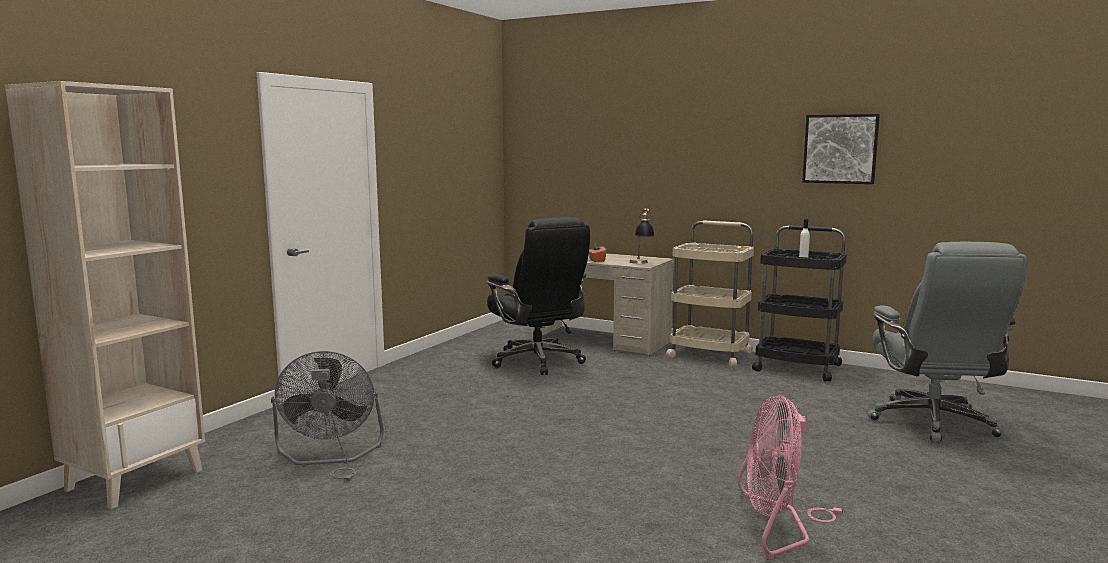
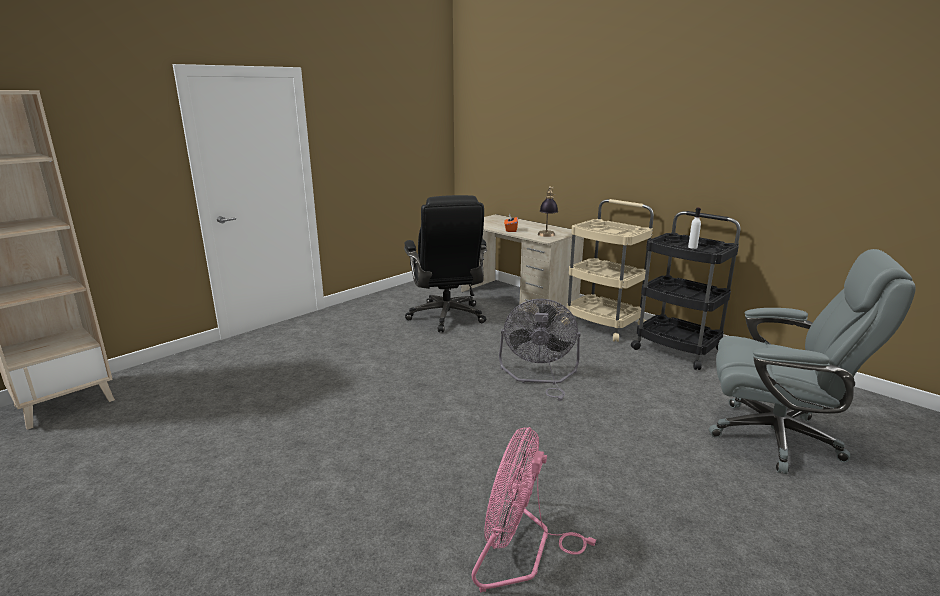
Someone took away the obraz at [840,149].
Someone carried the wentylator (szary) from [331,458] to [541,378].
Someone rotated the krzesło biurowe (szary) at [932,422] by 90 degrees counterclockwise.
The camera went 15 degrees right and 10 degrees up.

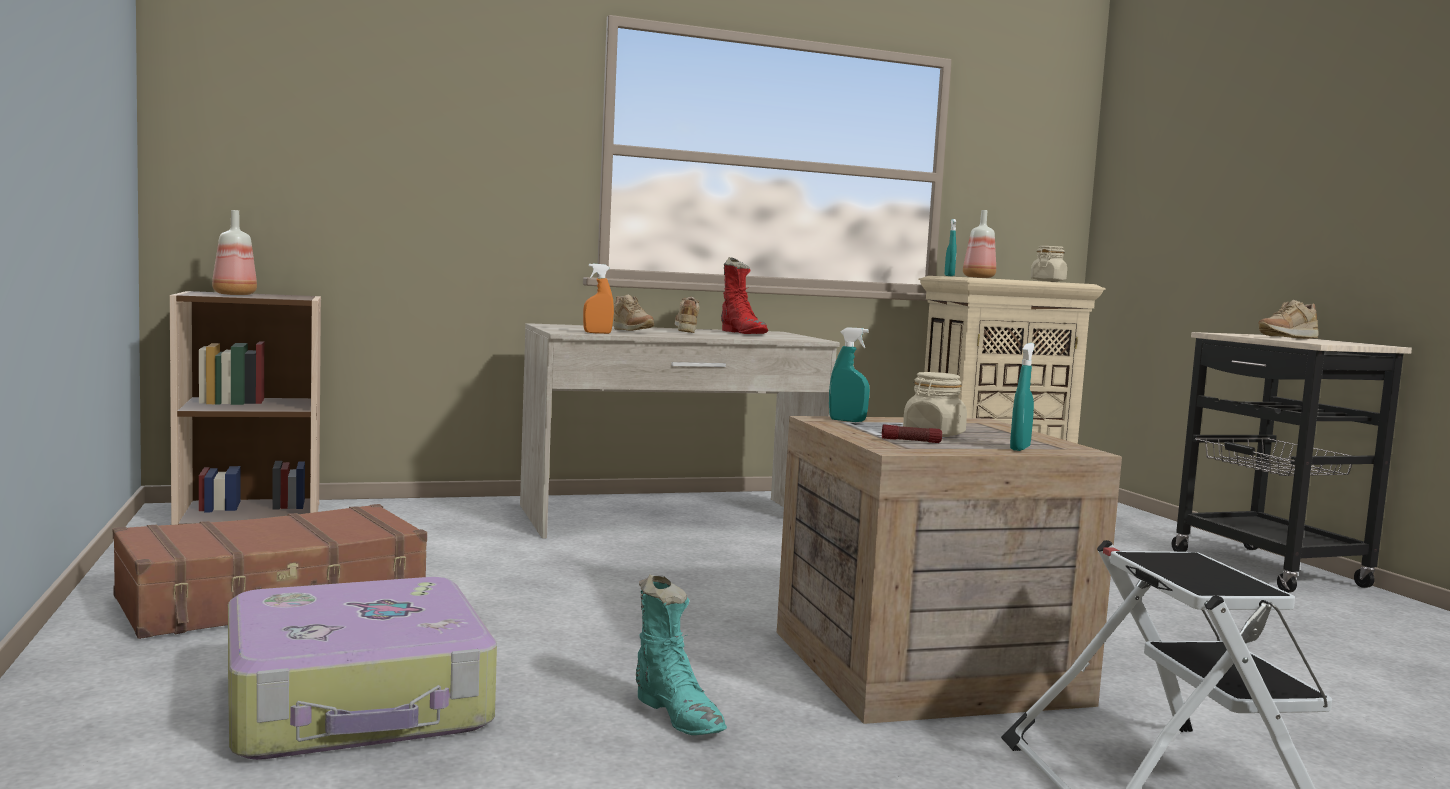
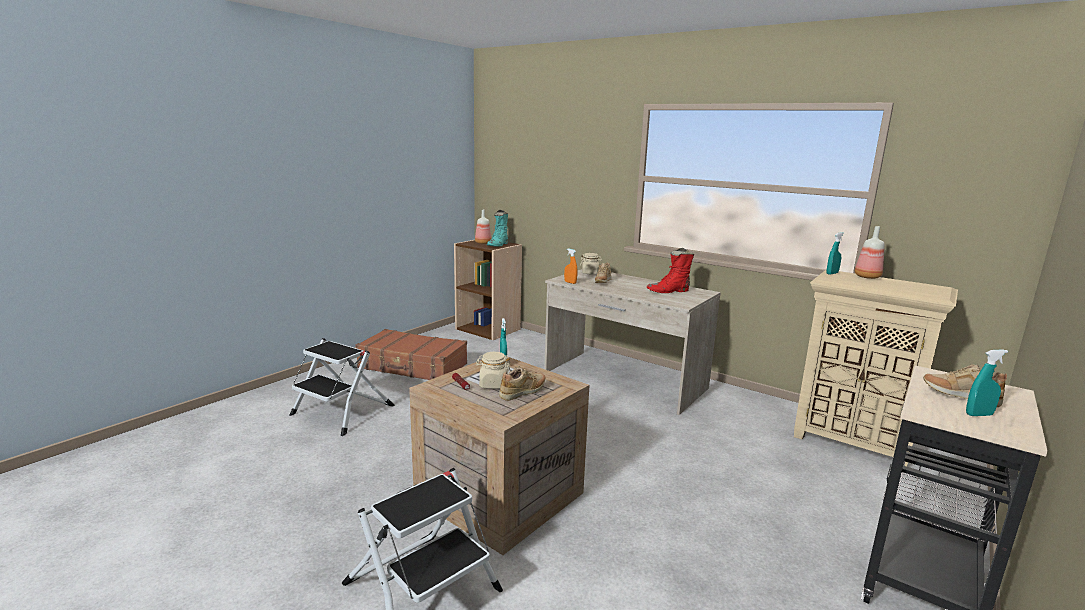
Someone carried the but z cholewką (turkusowy) from [678,716] to [498,245].
Someone carried the but (beżowy) from [686,331] to [523,393].
Someone carried the spryskiwacz (turkusowy) from [1020,448] to [979,414].
Someone carried the słoik (beżowy) from [1048,281] to [590,273].
Someone swapped the walizka at [359,702] for the drabinka at [343,411].
Someone rotated the but z cholewką (czerwony) at [743,333] by 45 degrees clockwise.
The camera went 55 degrees right and 10 degrees up.

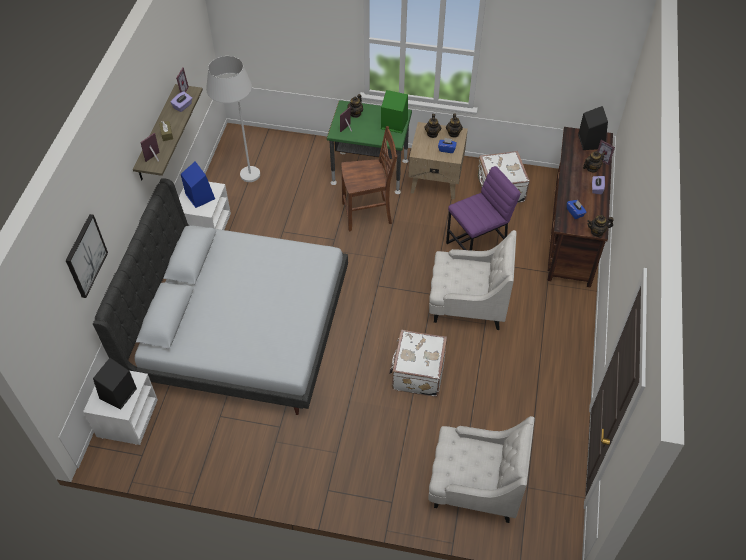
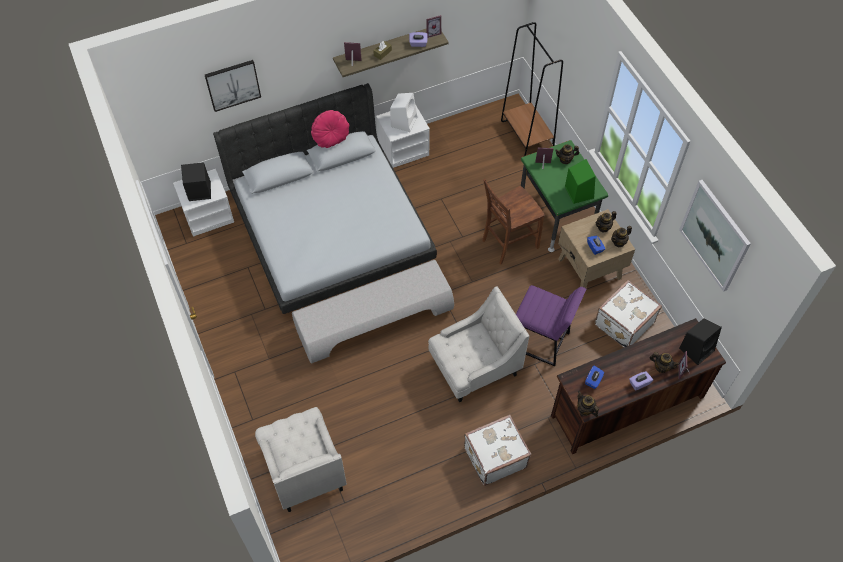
Someone took away the lampa stojąca (biały) at [242,169].
Someone put down the ławka (szary) at [374,319].
Someone put down the poduszka (różowy) at [331,140].
Someone put down the wieszak at [527,135].
Someone put up the obraz at [714,235].
Someone carried the walizka (biały) from [417,373] to [494,456].
Someone repainted the głośnik (niebieski) at [199,196], which became the głośnik (biały) at [404,121].
Someone rotated the krzesło (brązowy) at [368,214] by 105 degrees clockwise.
Someone rotated the fotel (biały) at [467,304] by 90 degrees counterclockwise.
The camera went 55 degrees right and 5 degrees up.

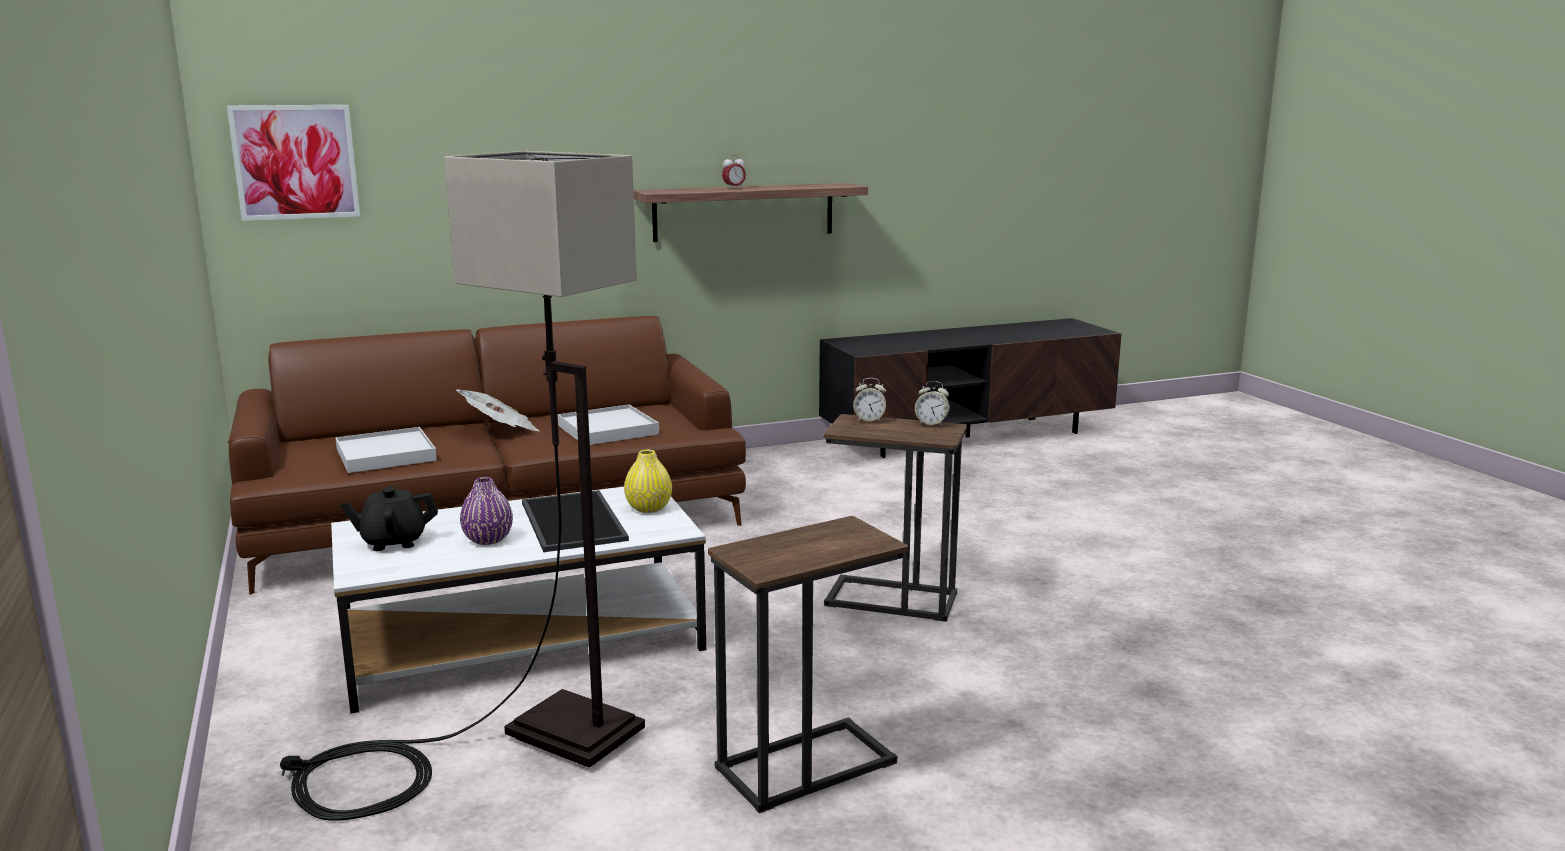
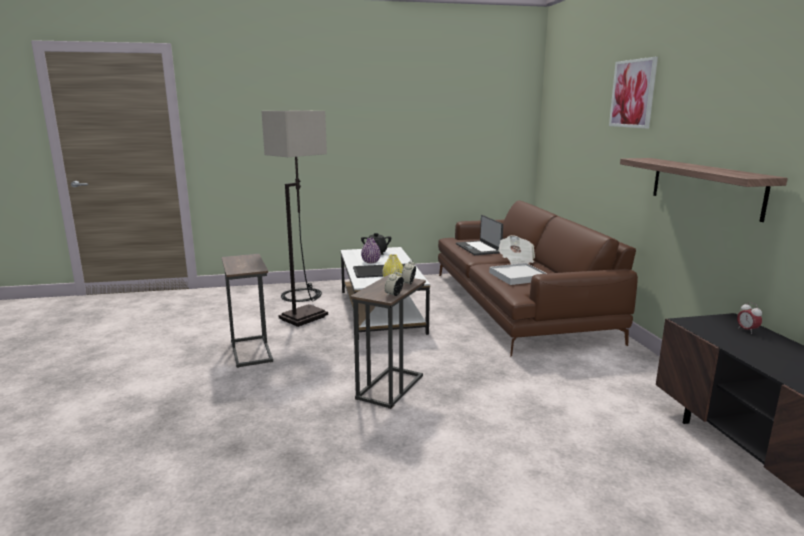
Someone carried the obraz from [295,162] to [633,93].
Someone carried the budzik from [734,188] to [747,330].
Someone swapped the taca (biały) at [386,455] for the laptop at [478,248].
The camera went 100 degrees right and 0 degrees up.

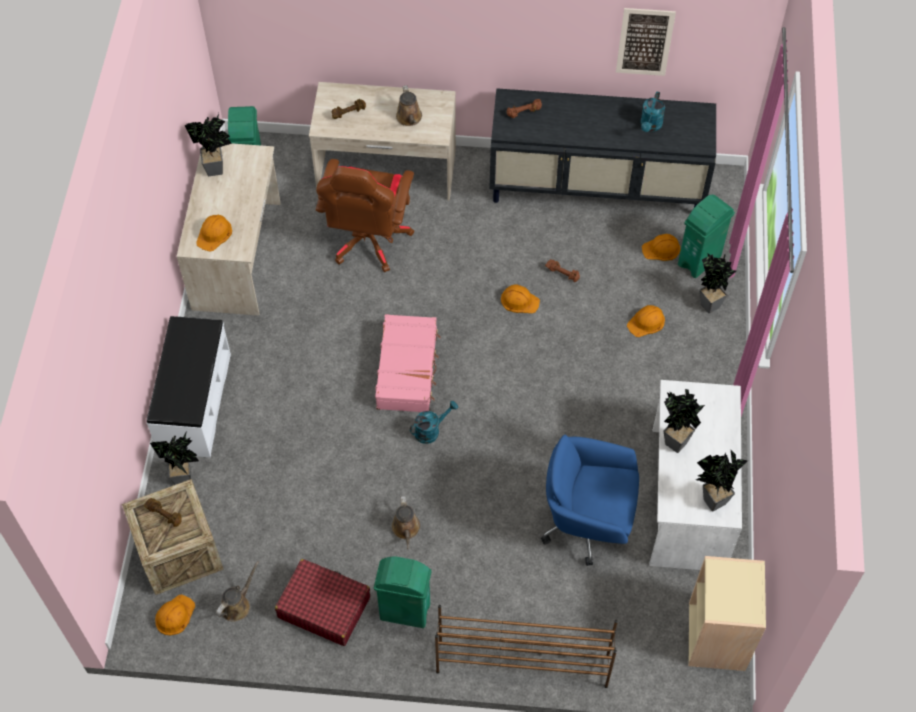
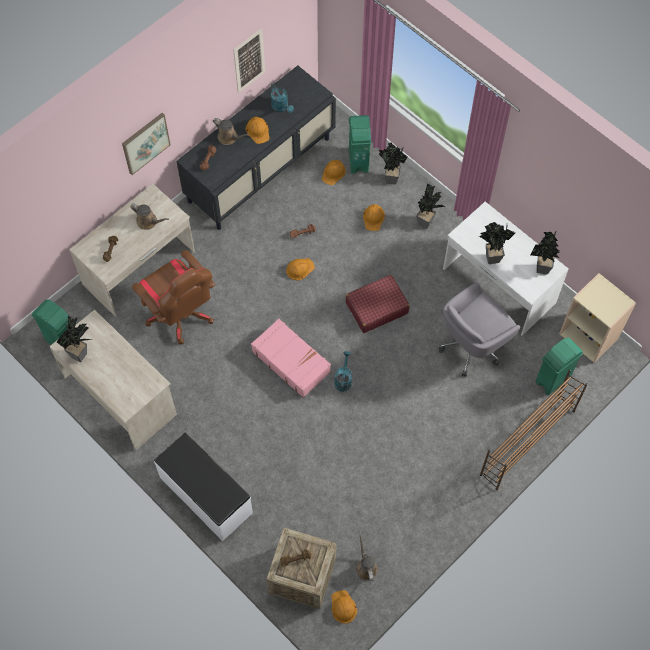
Someone put up the obraz at [145,143].
Someone carried the roślina doniczkowa from [186,479] to [427,222].
Someone carried the kask (pomarańczowy) from [214,234] to [258,131].
Someone carried the walizka (czerwony) from [324,607] to [376,308].
Someone carried the kosz na śmieci (zielony) from [404,611] to [552,380].
Someone carried the konewka (brązowy) from [406,529] to [229,137].
Someone repainted the krzesło biurowe (niebieski) at [586,526], which became the krzesło biurowe (szary) at [472,347].
The camera went 50 degrees left and 5 degrees up.

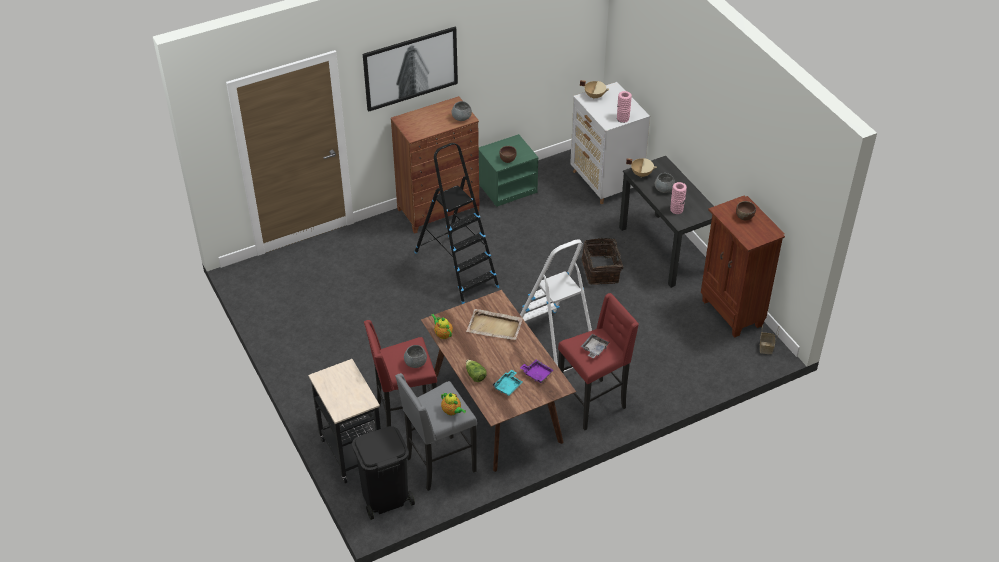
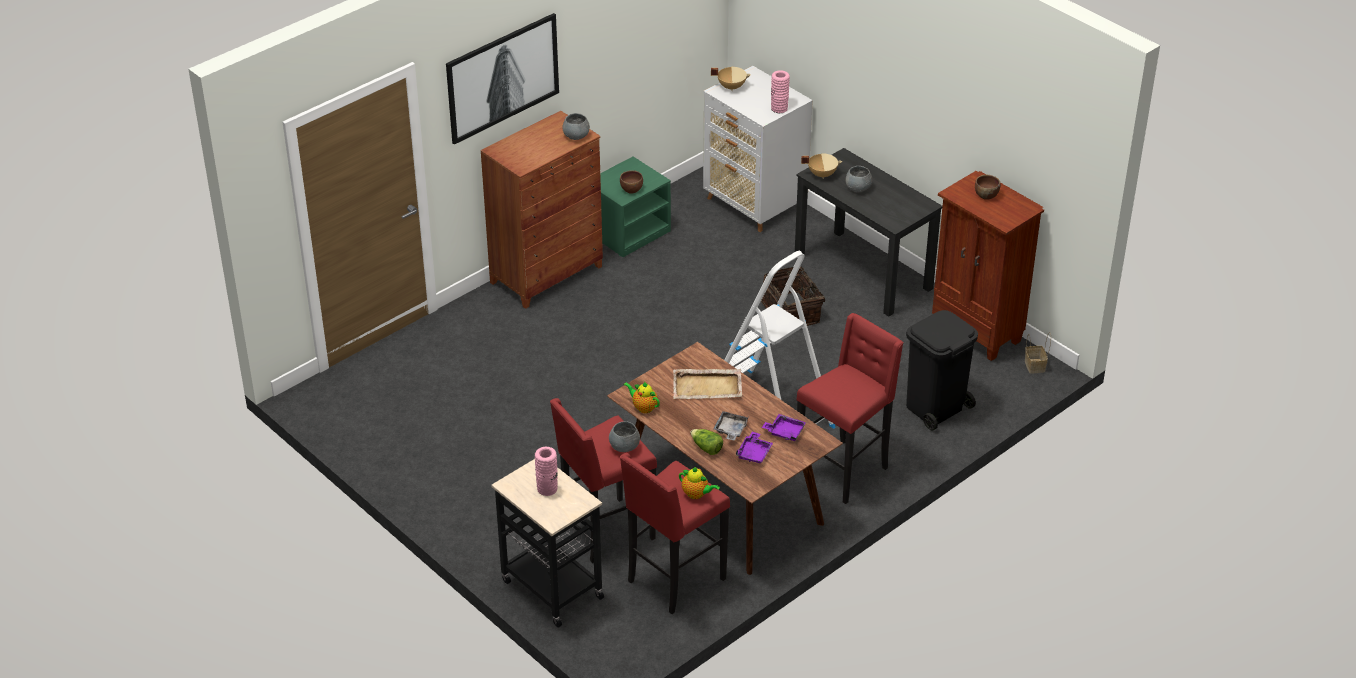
Someone took away the drabinka (czarny) at [456,269].
Someone carried the kosz na śmieci (czarny) from [385,498] to [935,407].
Someone carried the taca (szary) from [594,349] to [730,430].
Someone carried the wazon (różowy) from [676,209] to [547,488].
Someone repainted the stołek (szary) at [439,465], which became the stołek (czerwony) at [674,581].
Someone repainted the taca (turkusowy) at [508,386], which became the taca (fioletowy) at [754,453].
The camera went 15 degrees left and 5 degrees down.

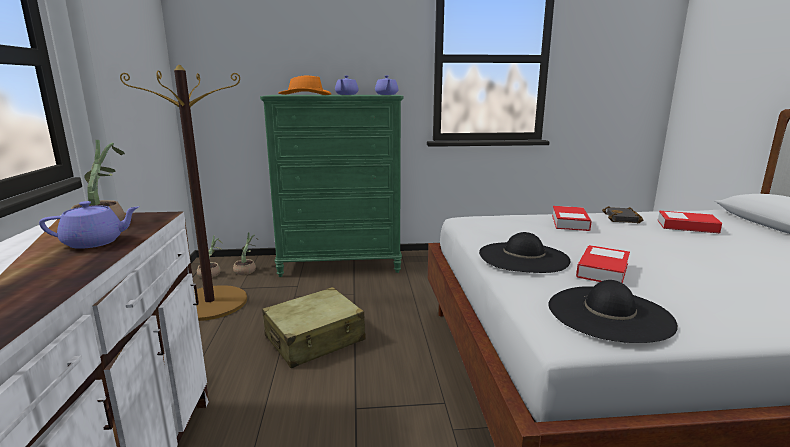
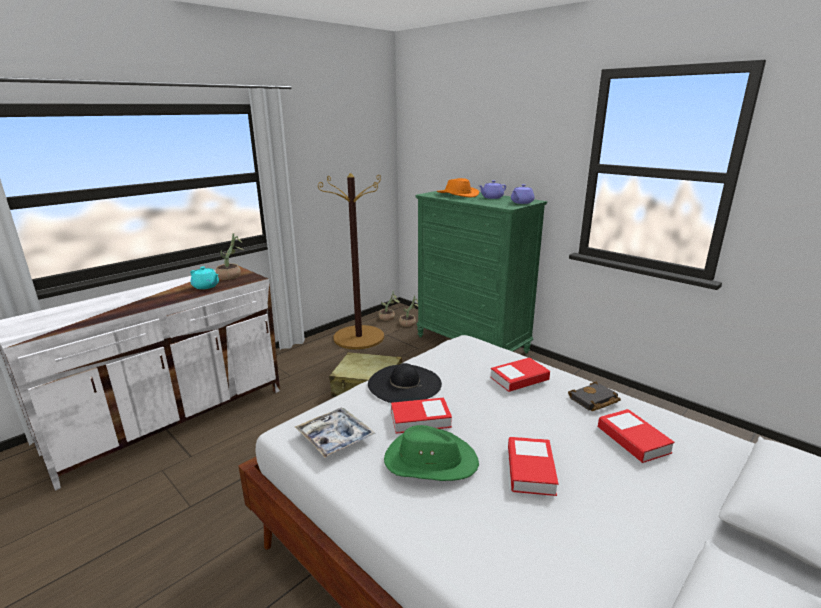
Someone put down the kapelusz (zielony) at [430,461].
Someone put down the książka at [530,470].
Someone swapped the kapelusz (czarny) at [609,313] for the taca at [335,437].
Someone repainted the imbryk (fioletowy) at [95,242], which became the imbryk (turkusowy) at [206,286].
The camera went 50 degrees right and 5 degrees up.

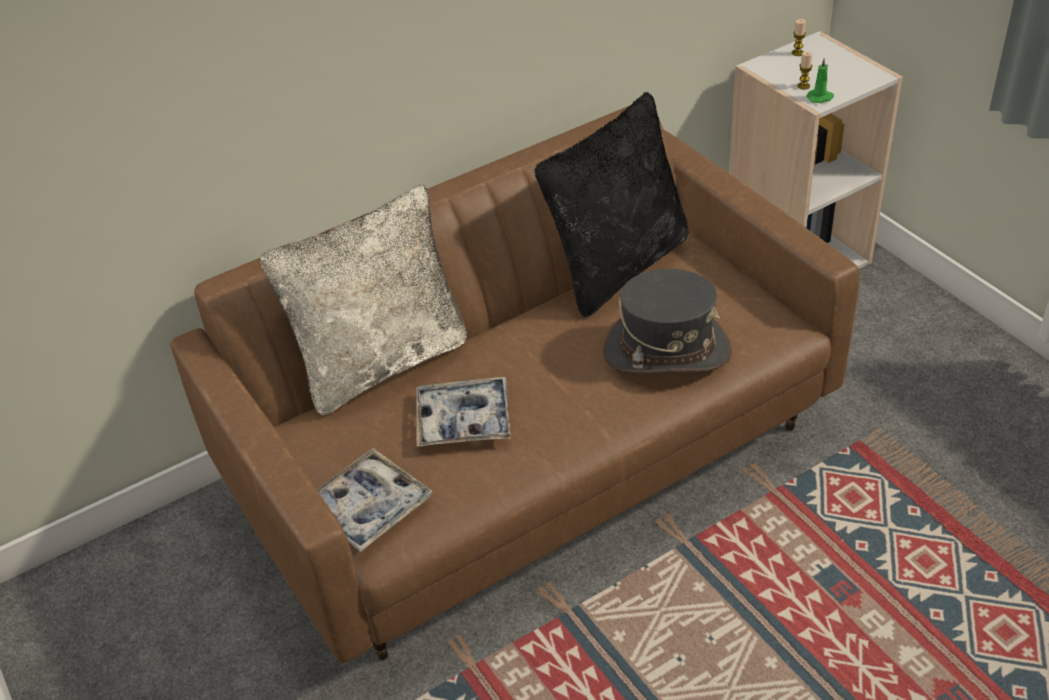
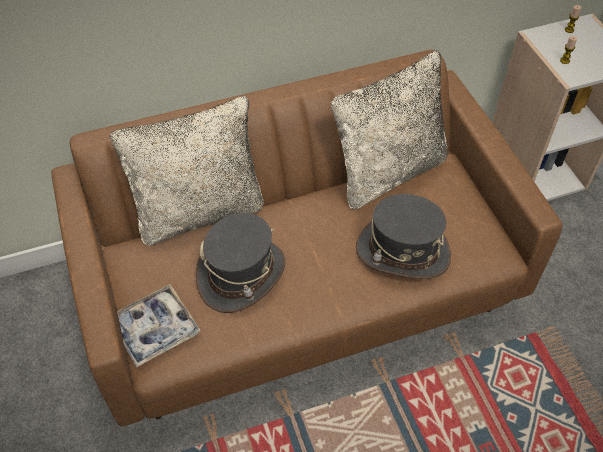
Someone took away the świeca (zielony) at [820,98].
Someone swapped the taca at [464,420] for the kapelusz (szary) at [241,274].
Someone repainted the poduszka (czarny) at [620,269], which became the poduszka (beżowy) at [389,174].
The camera went 10 degrees right and 10 degrees up.

